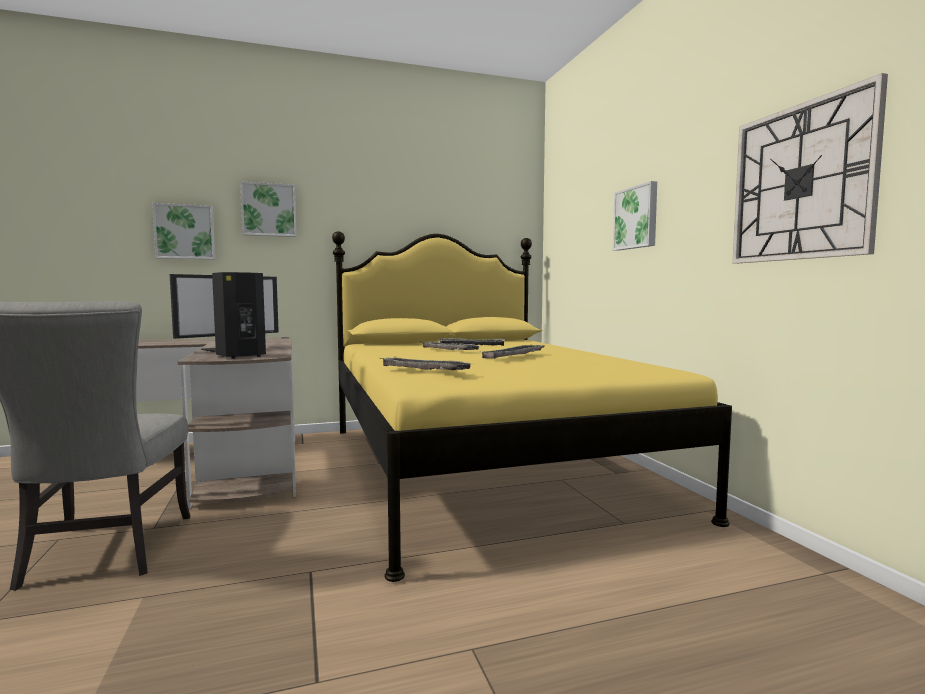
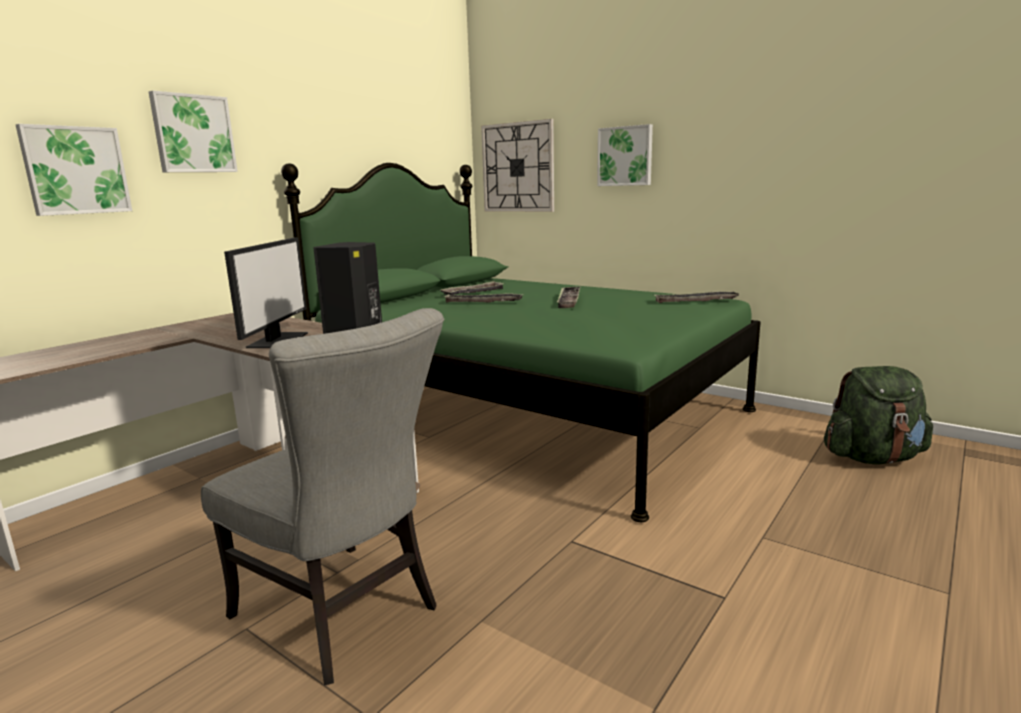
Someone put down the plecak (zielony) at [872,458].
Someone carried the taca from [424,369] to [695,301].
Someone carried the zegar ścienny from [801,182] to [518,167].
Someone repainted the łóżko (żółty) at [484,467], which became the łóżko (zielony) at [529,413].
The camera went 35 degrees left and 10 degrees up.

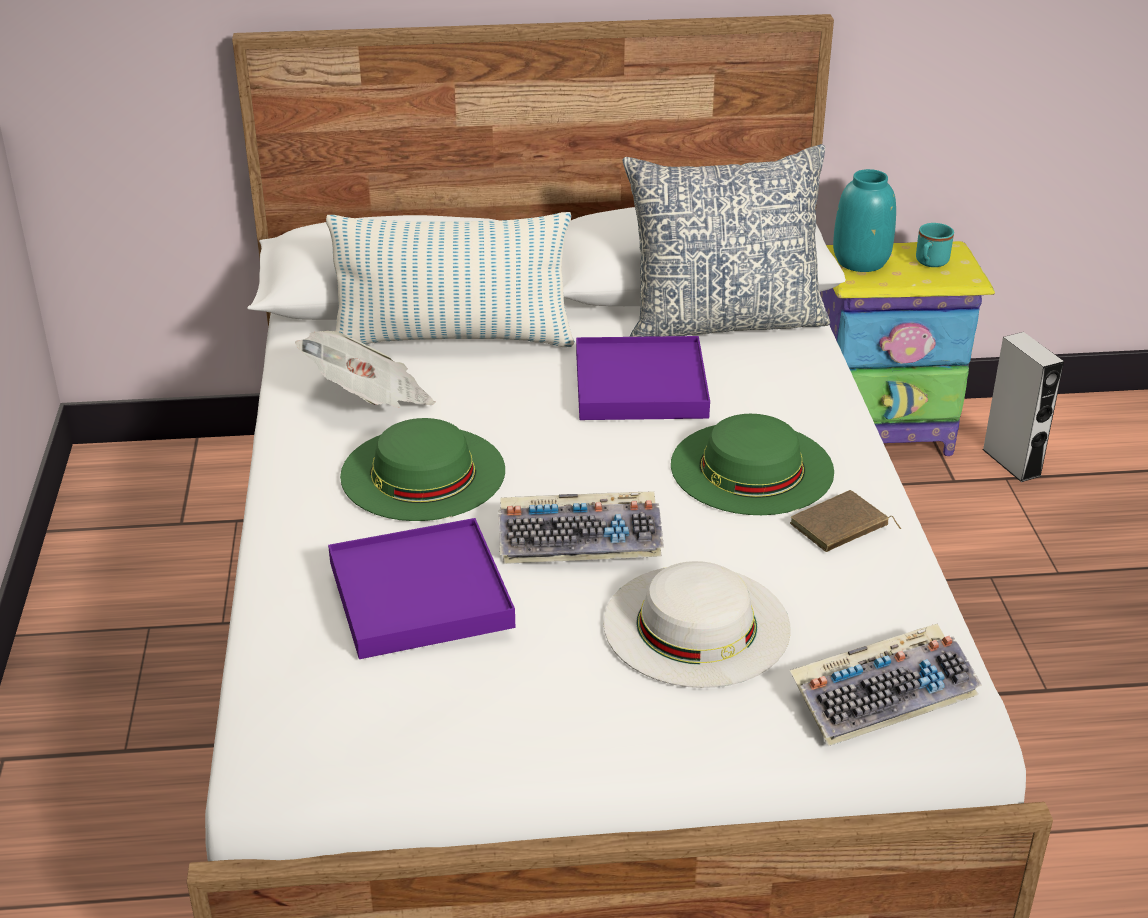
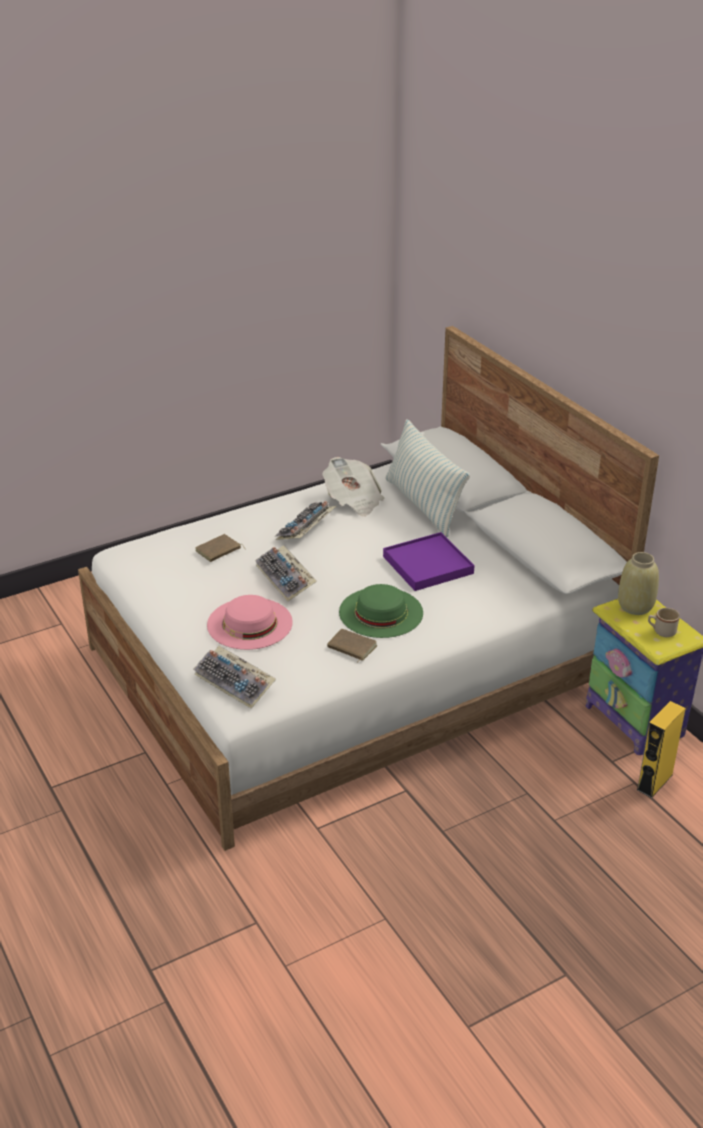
Someone took away the poduszka at [724,321].
Someone swapped the taca (fioletowy) at [421,595] for the książka (brązowy) at [218,551].
Someone swapped the kapelusz (zielony) at [423,473] for the klawiatura at [306,528].
Someone repainted the kapelusz (biały) at [696,625], which became the kapelusz (różowy) at [249,623].
Someone repainted the wazon (turkusowy) at [860,262], which became the wazon (beżowy) at [634,606].
Someone repainted the kubek (turkusowy) at [930,263], which became the kubek (beżowy) at [661,631].
Someone repainted the głośnik (szary) at [1011,462], which became the głośnik (żółty) at [654,782].
The camera went 65 degrees right and 0 degrees up.

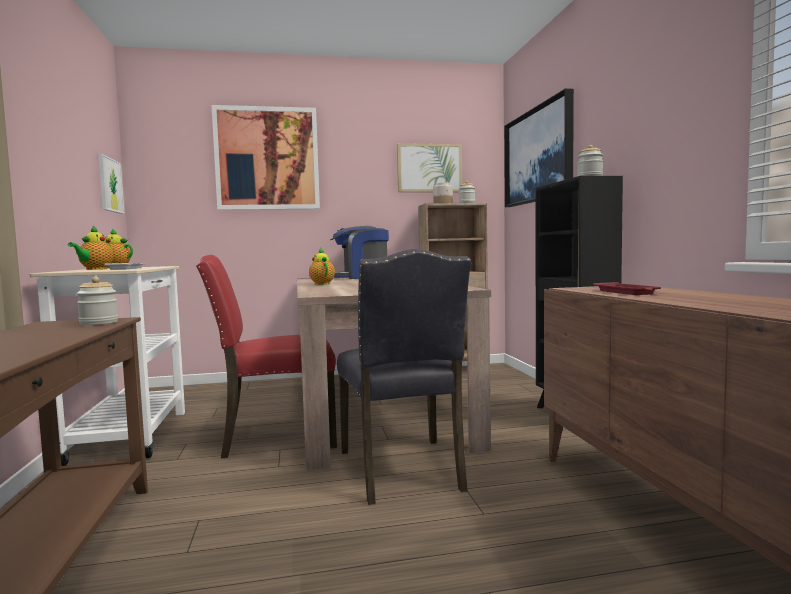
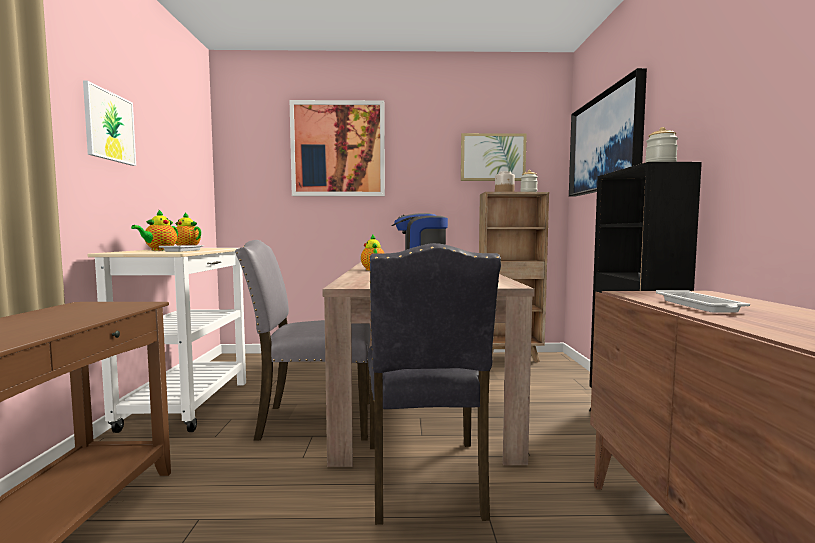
Someone took away the słoik at [99,323].
Someone carried the obraz from [110,185] to [109,126].
Someone repainted the krzesło (czerwony) at [275,438], which became the krzesło (szary) at [313,421].
Someone repainted the taca (czerwony) at [626,292], which became the taca (biały) at [699,306].
The camera went 10 degrees right and 0 degrees up.

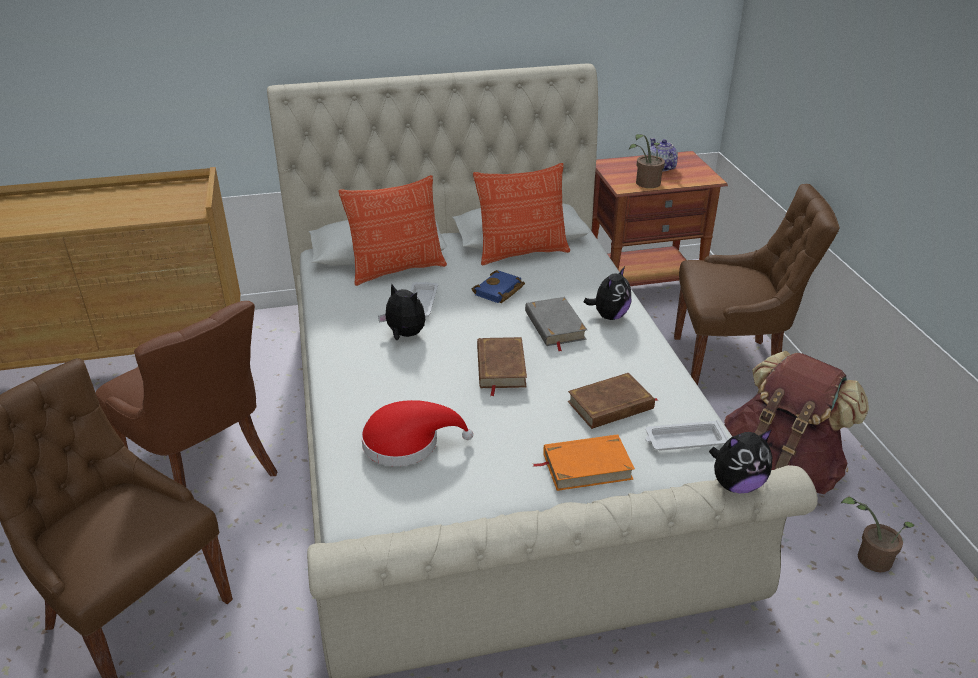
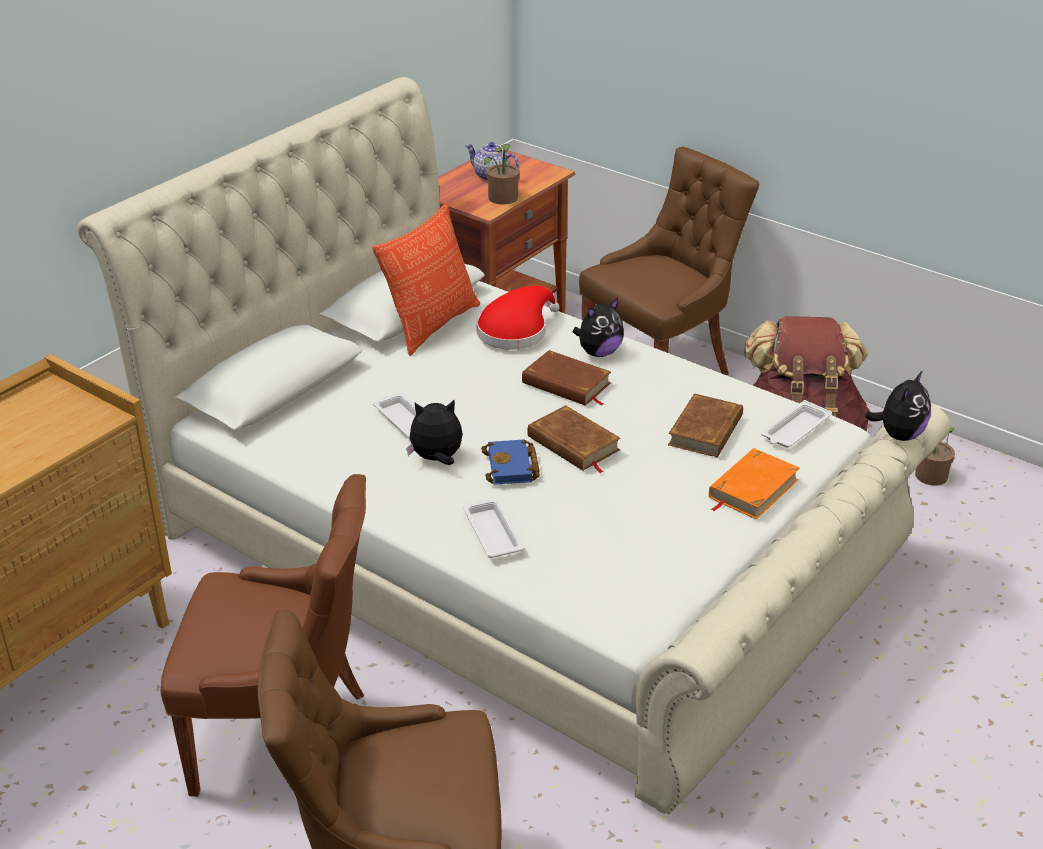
Someone took away the poduszka (pomarańczowy) at [397,269].
Someone put down the taca (biały) at [492,532].
Someone carried the kapelusz (czerwony) from [407,442] to [516,331].
Someone carried the książka (niebieski) from [499,291] to [513,467].
Someone repainted the książka (szary) at [554,326], which became the książka (brązowy) at [566,384].
Someone rotated the pluszak at [609,316] by 60 degrees clockwise.
The camera went 40 degrees left and 0 degrees up.

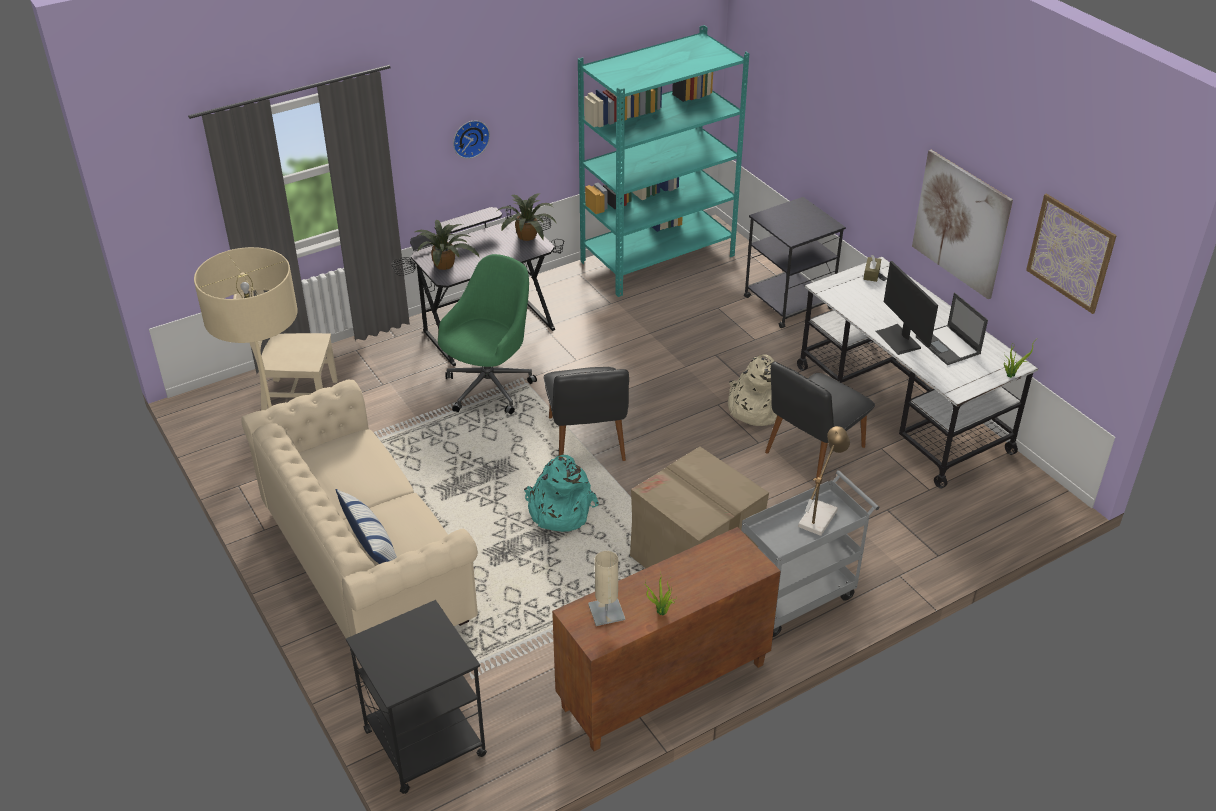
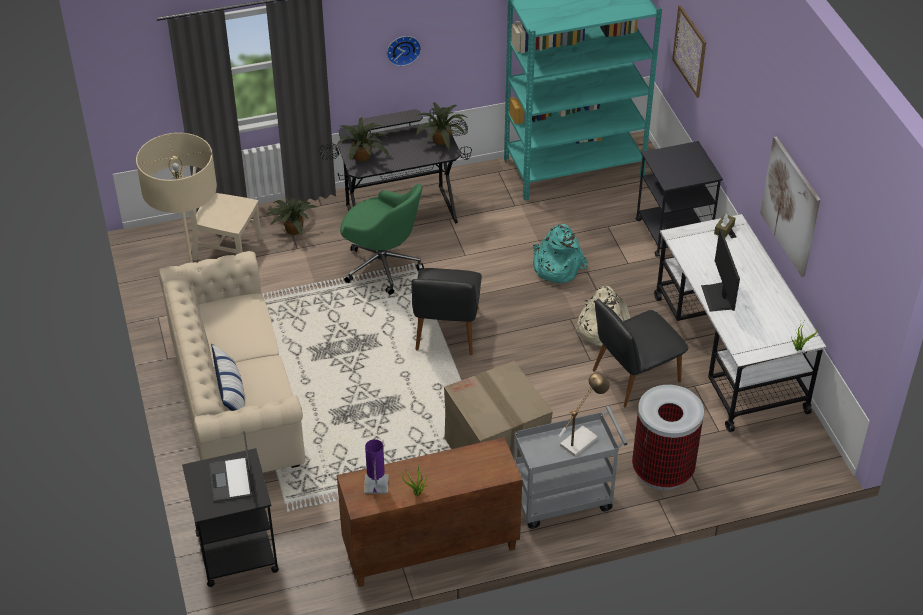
Someone put down the roślina doniczkowa at [292,229].
Someone put down the kosz na śmieci at [662,471].
Someone carried the plecak (turkusowy) from [559,510] to [556,266].
Someone carried the laptop from [948,346] to [232,480].
Someone carried the obraz from [1070,252] to [690,50].
Someone repainted the lampa stołowa (beżowy) at [606,612], which became the lampa stołowa (fioletowy) at [376,484].
Someone rotated the krzesło biurowe (zielony) at [489,387] by 75 degrees clockwise.
The camera went 15 degrees right and 5 degrees up.

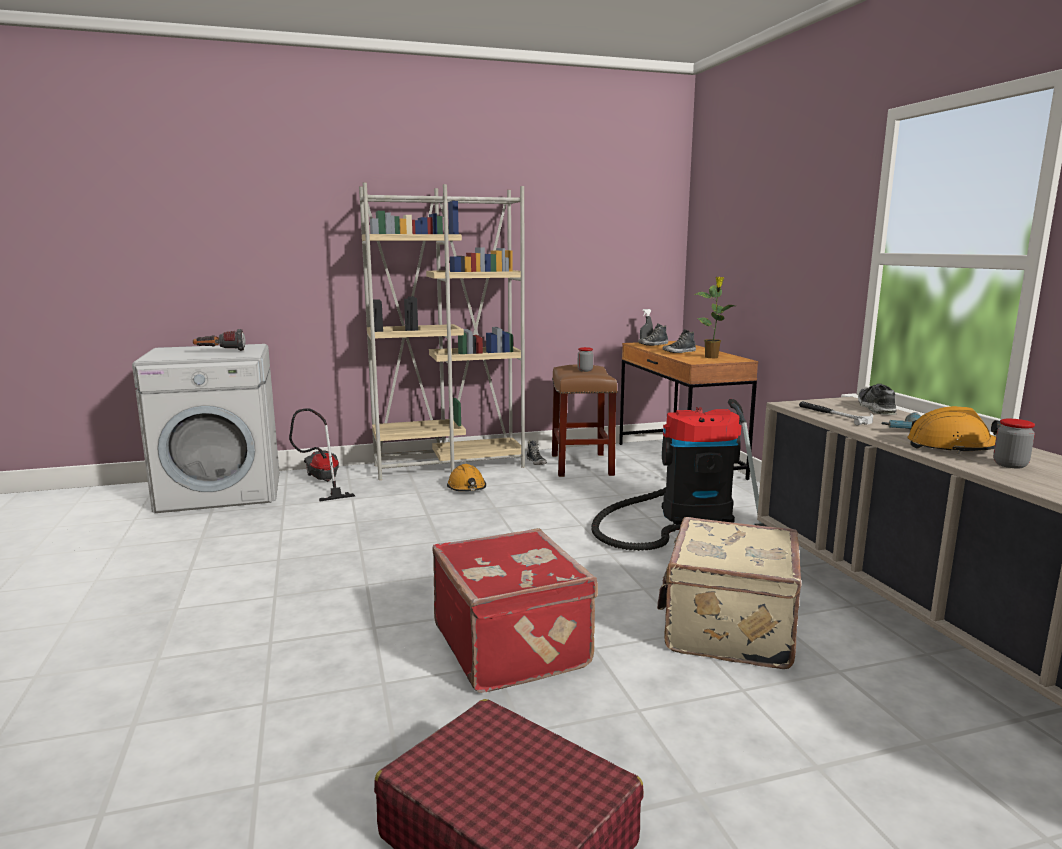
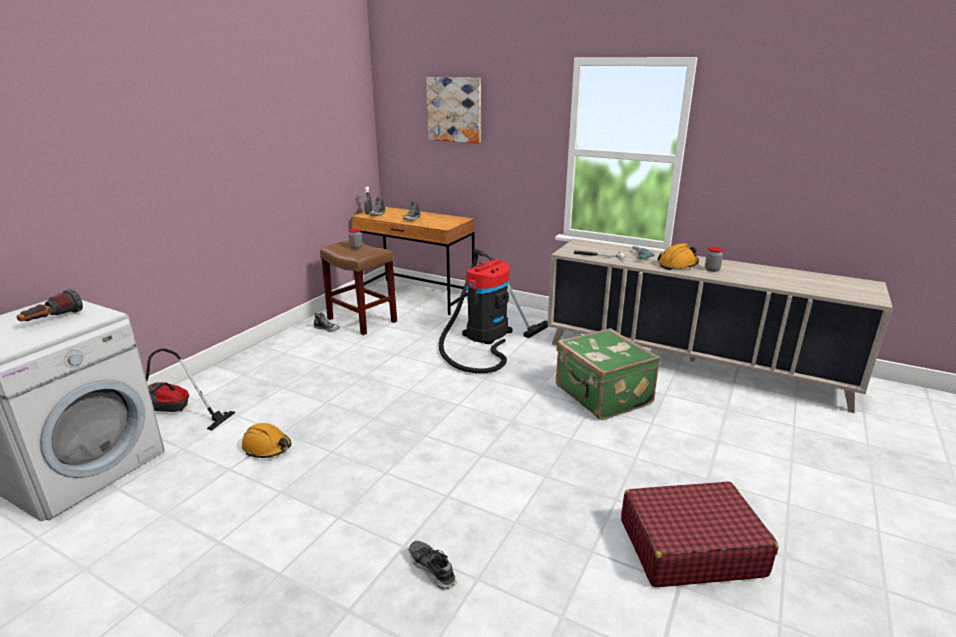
Someone took away the regał (beżowy) at [450,466].
Someone took away the walizka (czerwony) at [513,645].
Someone took away the roślina doniczkowa at [712,357].
Someone put up the obraz at [454,109].
Someone carried the kask (pomarańczowy) from [467,488] to [267,447].
Someone carried the but from [876,409] to [432,569].
Someone repainted the walizka (beżowy) at [726,629], which became the walizka (zielony) at [602,396].
The camera went 45 degrees left and 10 degrees up.

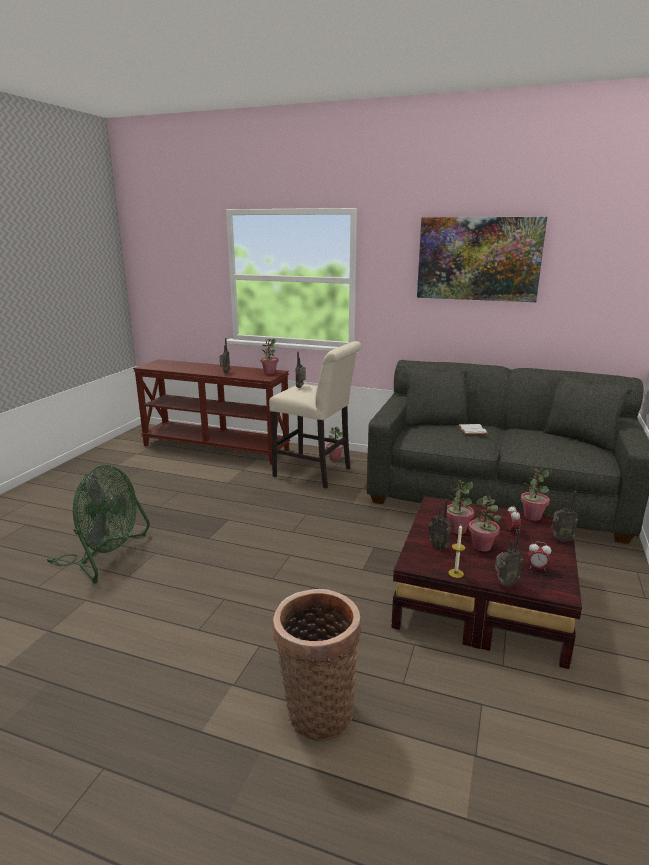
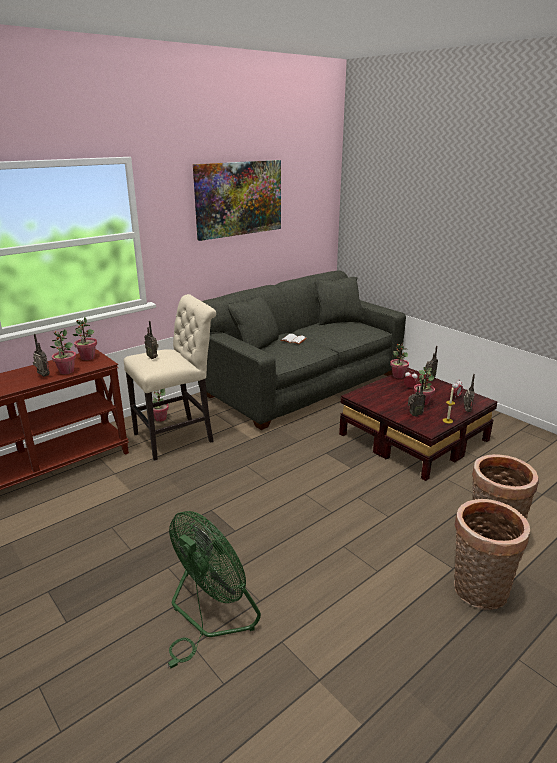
Someone put down the koszyk at [477,592].
Someone carried the roślina doniczkowa from [457,529] to [66,371].
The camera went 60 degrees left and 5 degrees up.

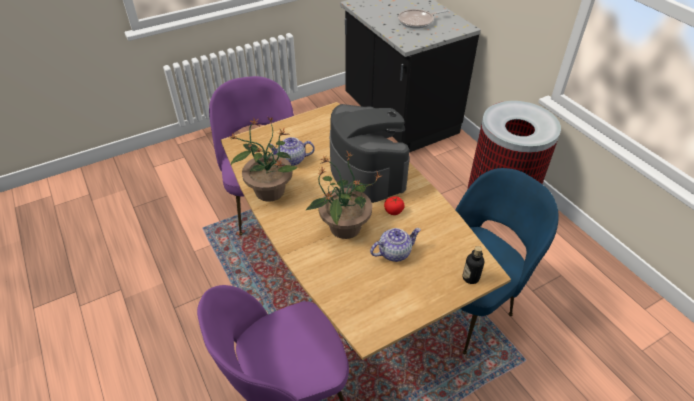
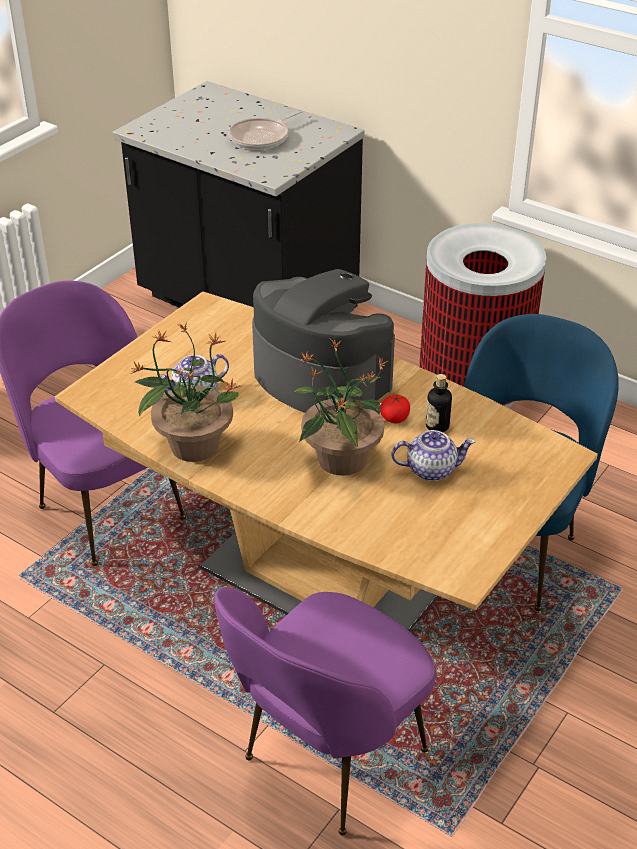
Someone carried the butelka from [470,277] to [437,426].
Someone rotated the imbryk at [394,252] by 45 degrees clockwise.
The camera went 25 degrees left and 5 degrees down.

